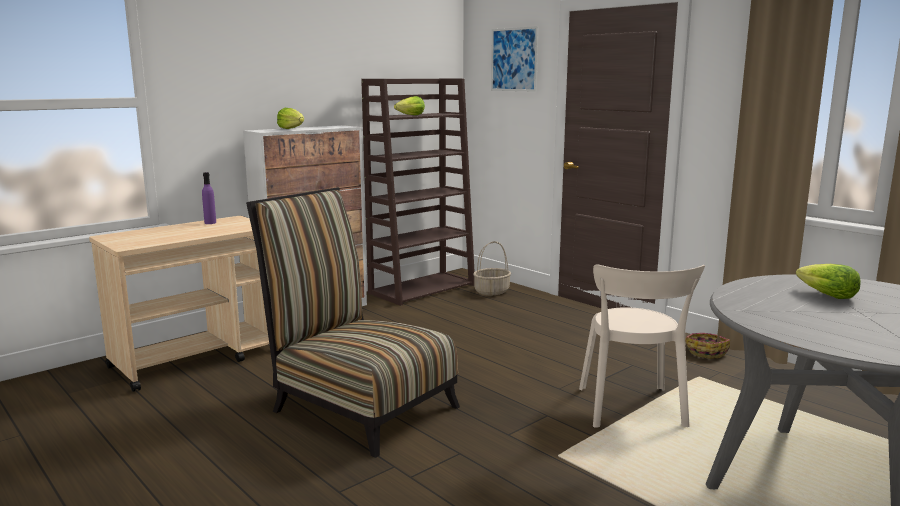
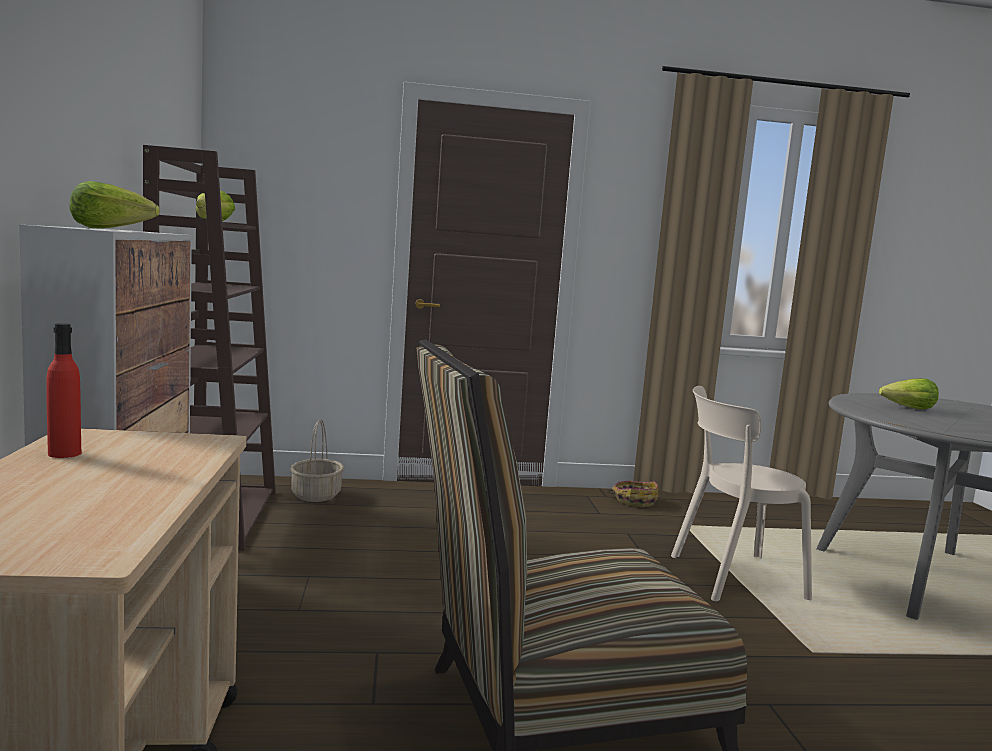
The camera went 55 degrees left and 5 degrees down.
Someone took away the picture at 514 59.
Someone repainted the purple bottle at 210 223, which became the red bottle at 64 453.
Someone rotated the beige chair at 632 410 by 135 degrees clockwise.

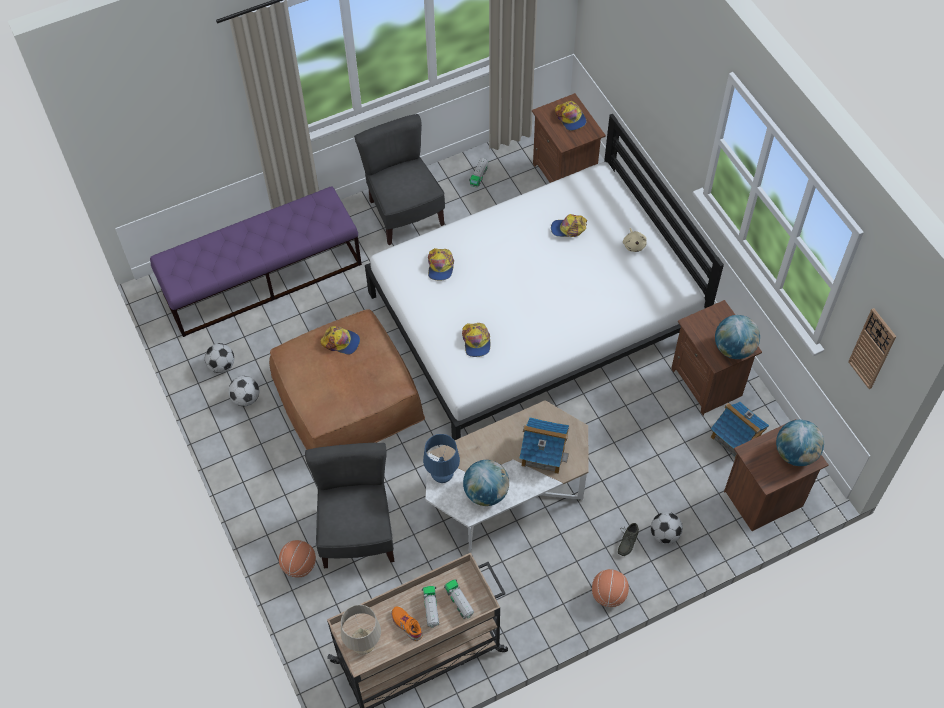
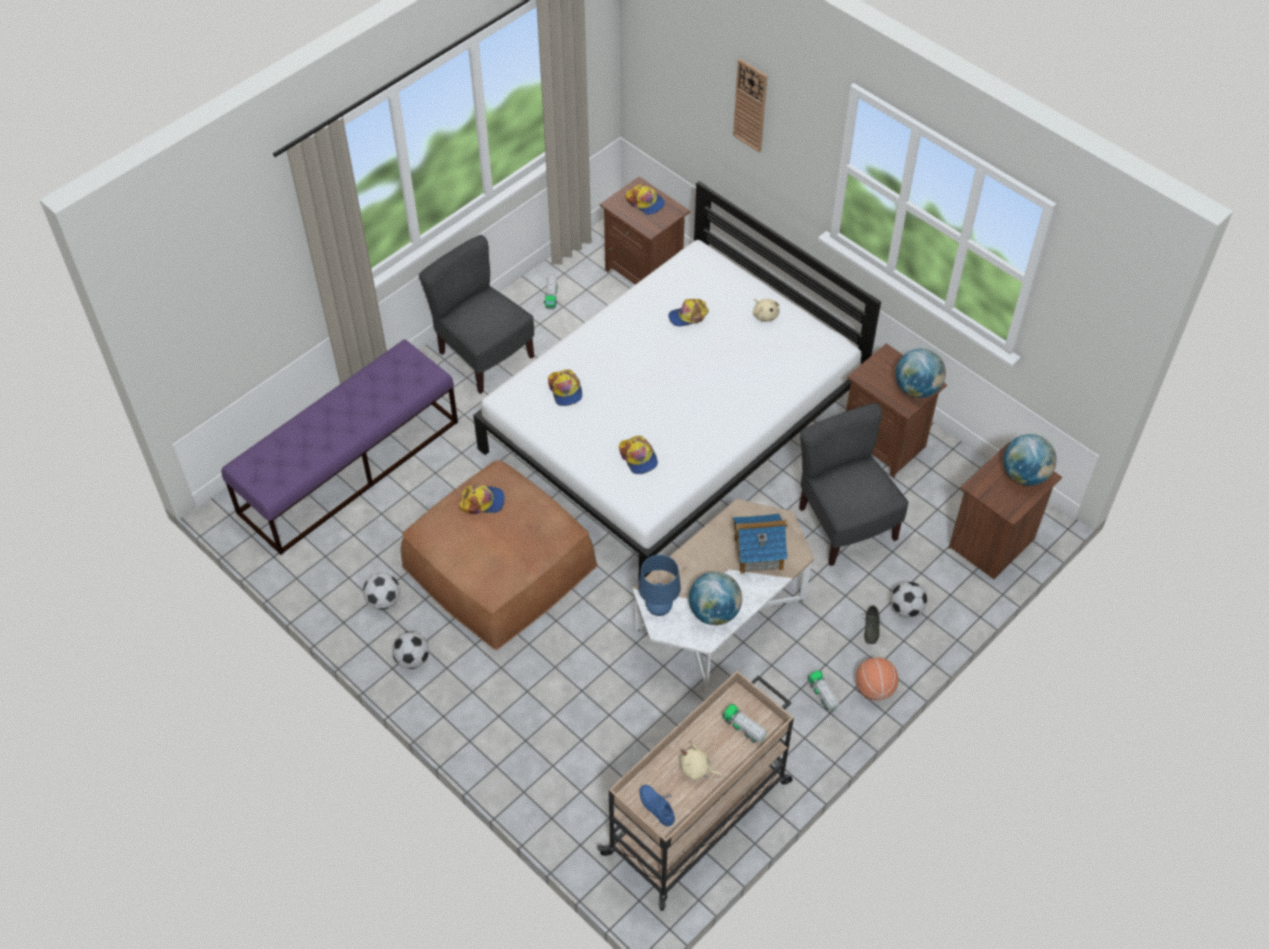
The camera went 20 degrees left and 5 degrees down.
Someone carried the wall clock from 872 349 to 750 105.
Someone carried the football from 221 365 to 412 659.
Someone took away the toy house at 736 438.
Someone carried the grey chair from 357 533 to 845 524.
Someone took away the basketball at 299 566.
Someone carried the toy truck from 431 609 to 823 695.
Someone swapped the beige table lamp at 364 645 for the blue shoe at 658 806.
Someone swapped the orange shoe at 407 624 for the beige plush toy at 696 769.

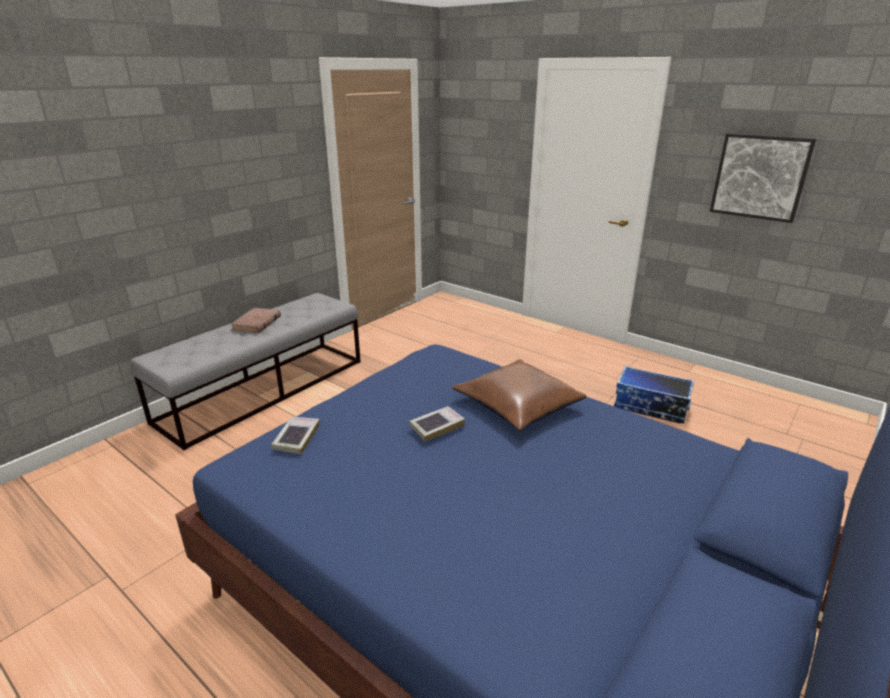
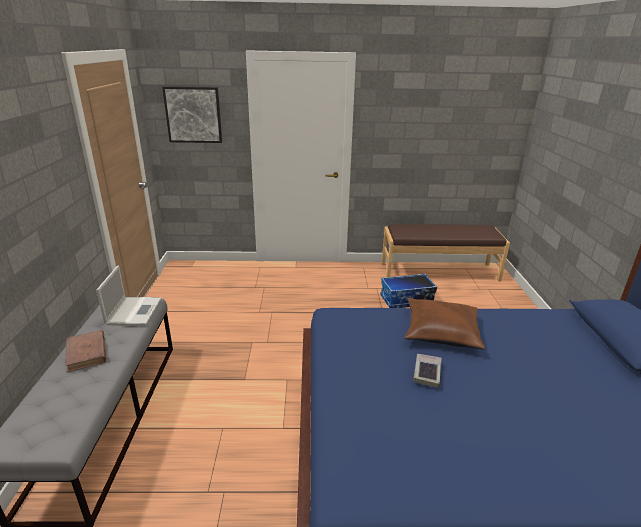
The camera went 40 degrees left and 0 degrees up.
Someone carried the picture from 760 177 to 193 115.
Someone took away the book at 296 438.
Someone put down the brown bench at 439 271.
Someone put down the laptop at 134 311.

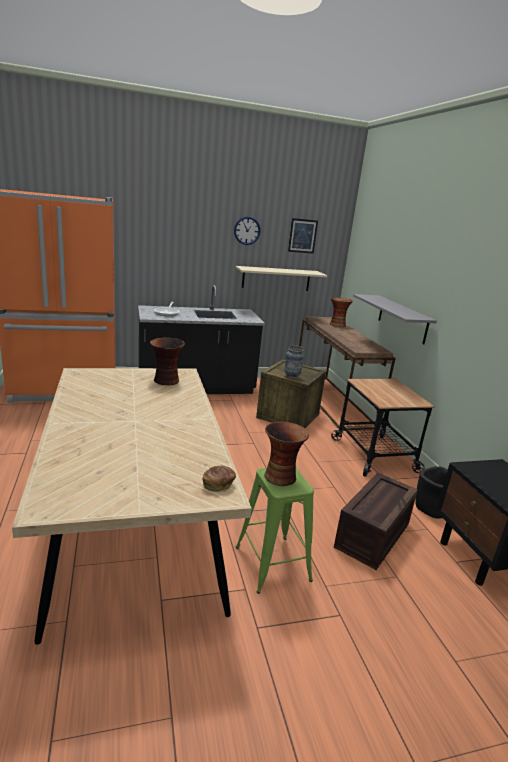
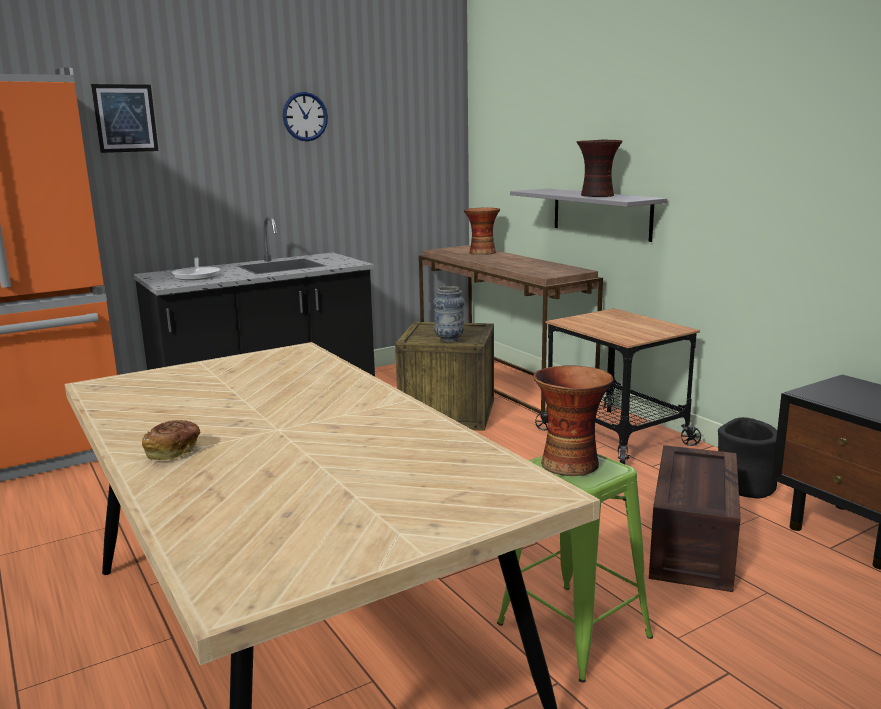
The camera went 15 degrees left and 5 degrees down.
Someone carried the picture from 302 236 to 125 118.
Someone took away the beige shelf at 276 278.
Someone carried the vase from 166 381 to 597 195.
Someone carried the bread from 218 485 to 173 452.

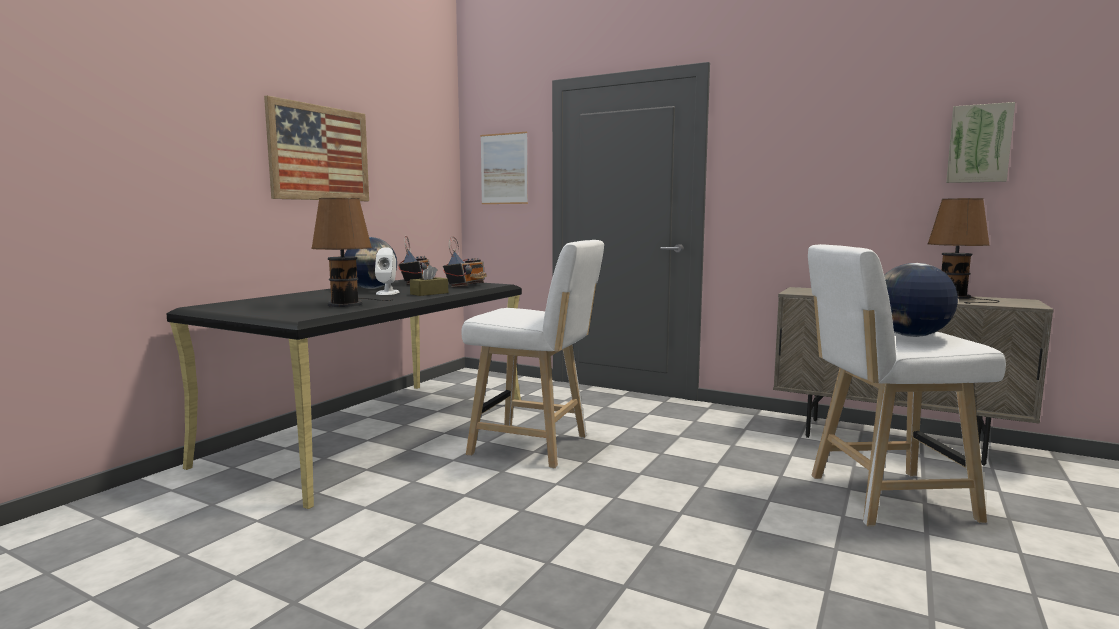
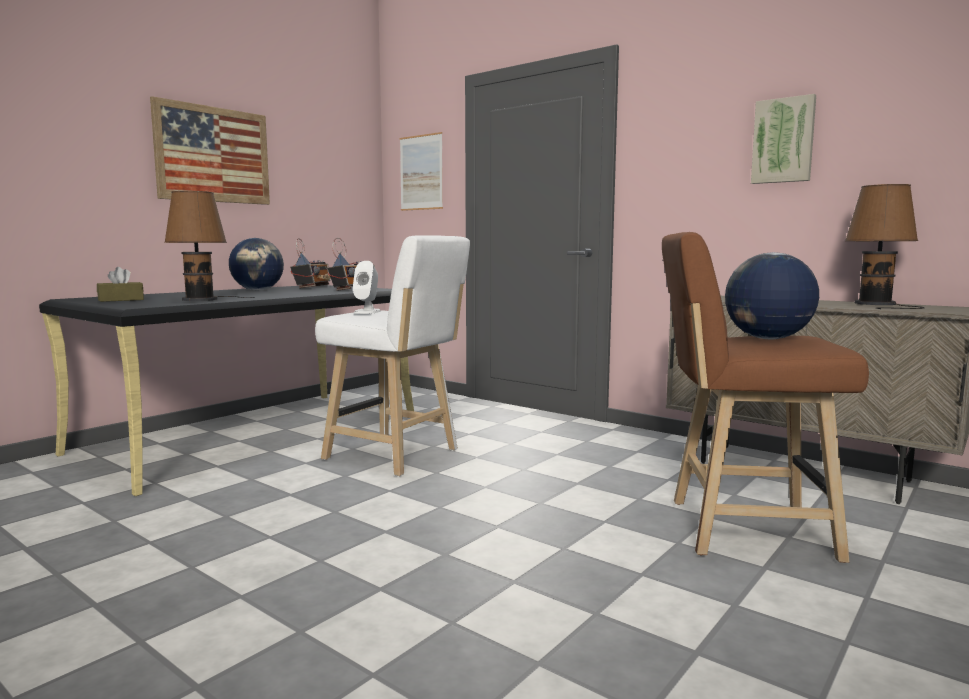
The camera went 10 degrees right and 0 degrees up.
Someone carried the picture from 979 144 to 783 141.
Someone repainted the white stool at 882 498, which became the brown stool at 740 529.
Someone carried the white speaker from 387 293 to 367 311.
Someone carried the brown tissue box from 429 293 to 121 300.

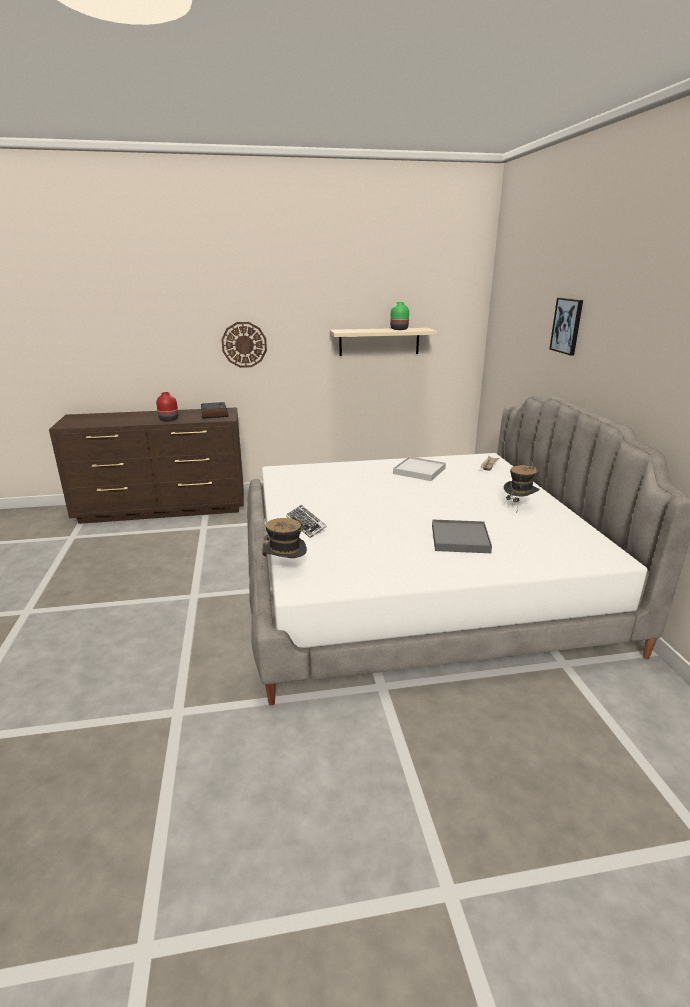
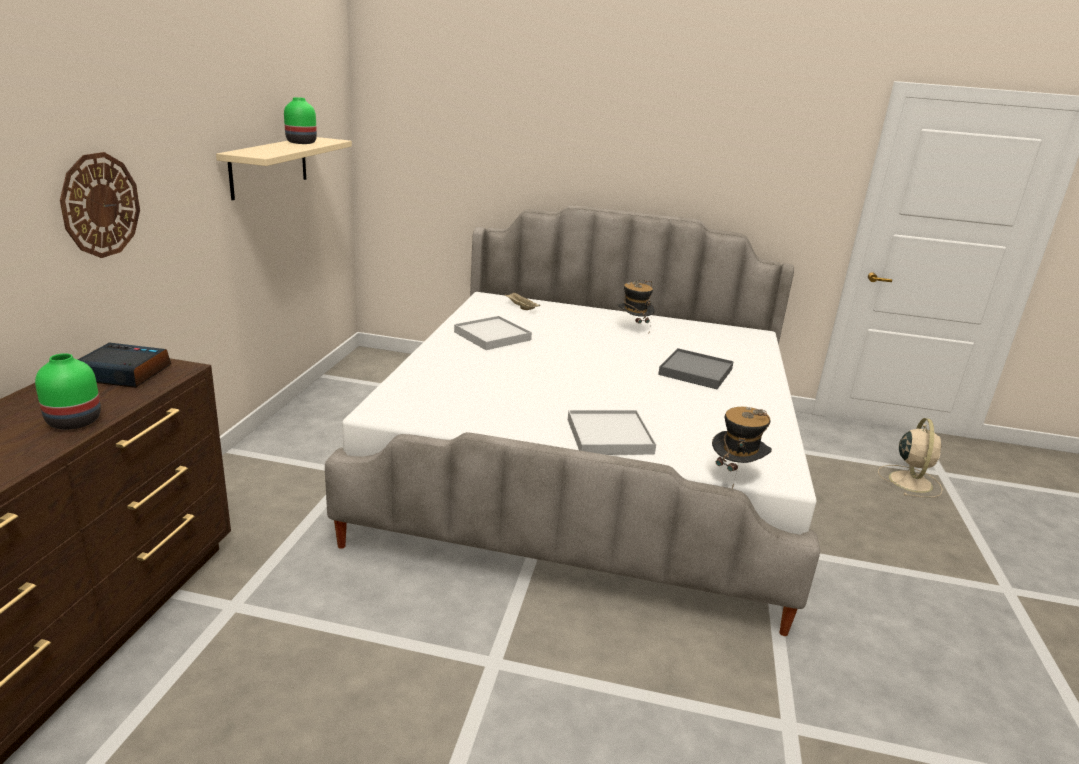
The camera went 70 degrees left and 0 degrees up.
Someone took away the picture at 567 326.
Someone repainted the red vase at 168 420, which became the green vase at 75 421.
Someone swapped the keyboard at 306 524 for the white tray at 609 436.
Someone put down the beige fan at 910 481.

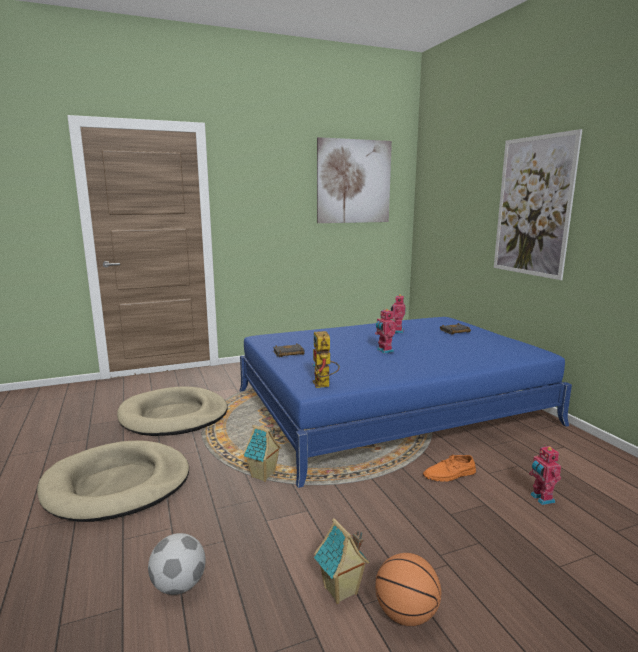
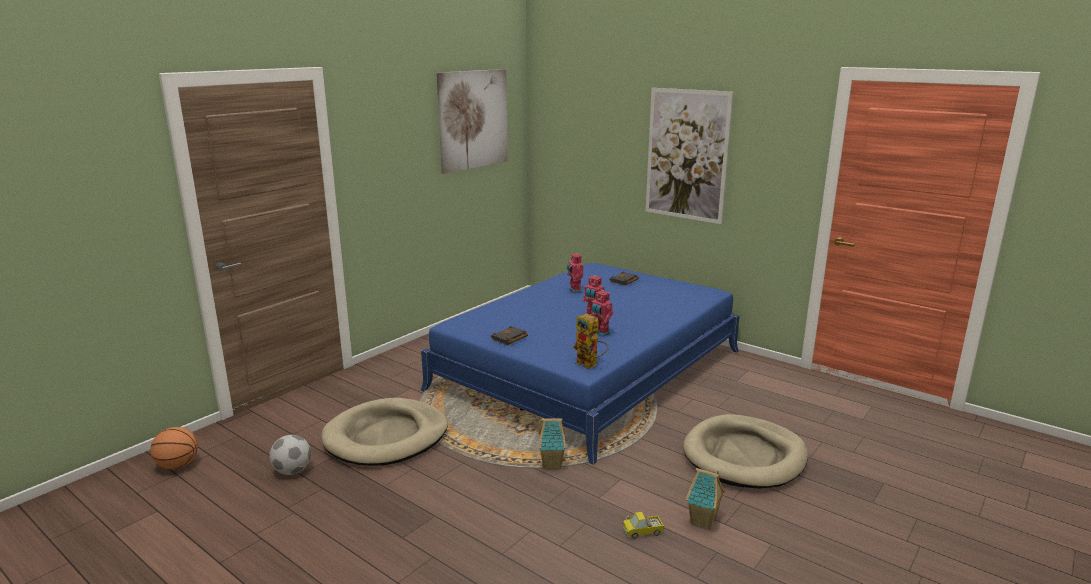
The camera went 30 degrees left and 5 degrees up.
Someone carried the beige dog bed from 117 485 to 744 456.
Someone carried the toy robot from 541 499 to 600 333.
Someone took away the orange shoe at 449 474.
Someone carried the football from 179 585 to 292 471.
Someone carried the basketball from 406 614 to 178 466.
Someone put down the toy truck at 642 532.

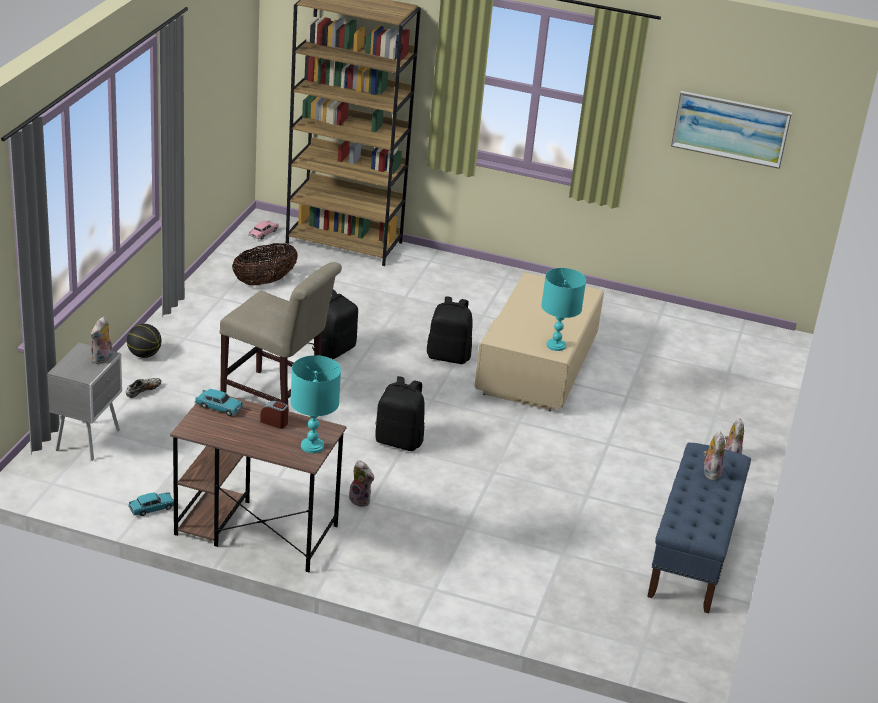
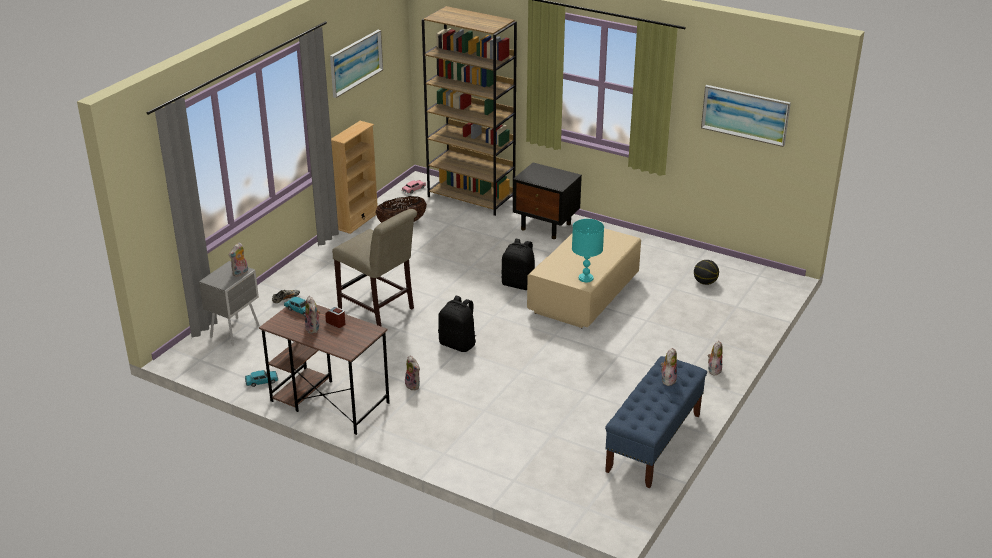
The camera went 15 degrees right and 0 degrees up.
Someone took away the black backpack at 333 350.
Someone carried the basketball from 144 355 to 705 282.
Someone took away the turquoise table lamp at 312 446.
Someone put up the picture at 355 62.
Someone put down the beige bookcase at 358 221.
Someone put down the black nightstand at 546 227.
Someone put down the plush toy at 314 329.

